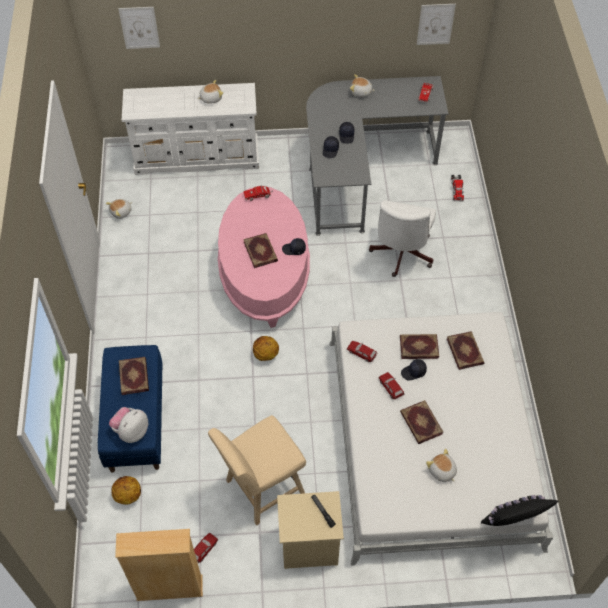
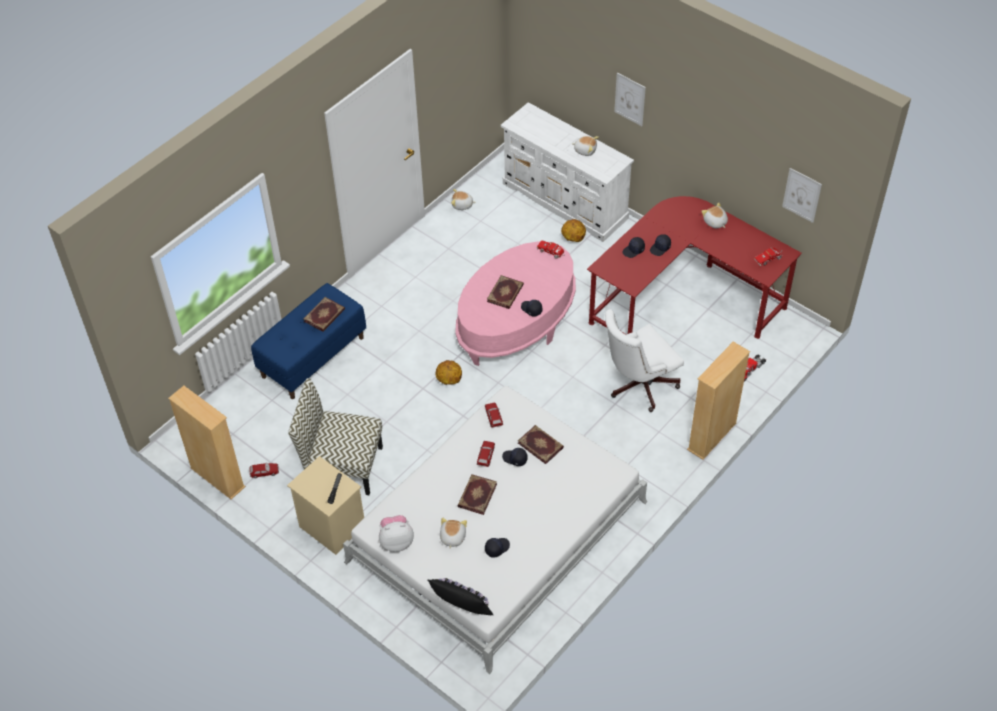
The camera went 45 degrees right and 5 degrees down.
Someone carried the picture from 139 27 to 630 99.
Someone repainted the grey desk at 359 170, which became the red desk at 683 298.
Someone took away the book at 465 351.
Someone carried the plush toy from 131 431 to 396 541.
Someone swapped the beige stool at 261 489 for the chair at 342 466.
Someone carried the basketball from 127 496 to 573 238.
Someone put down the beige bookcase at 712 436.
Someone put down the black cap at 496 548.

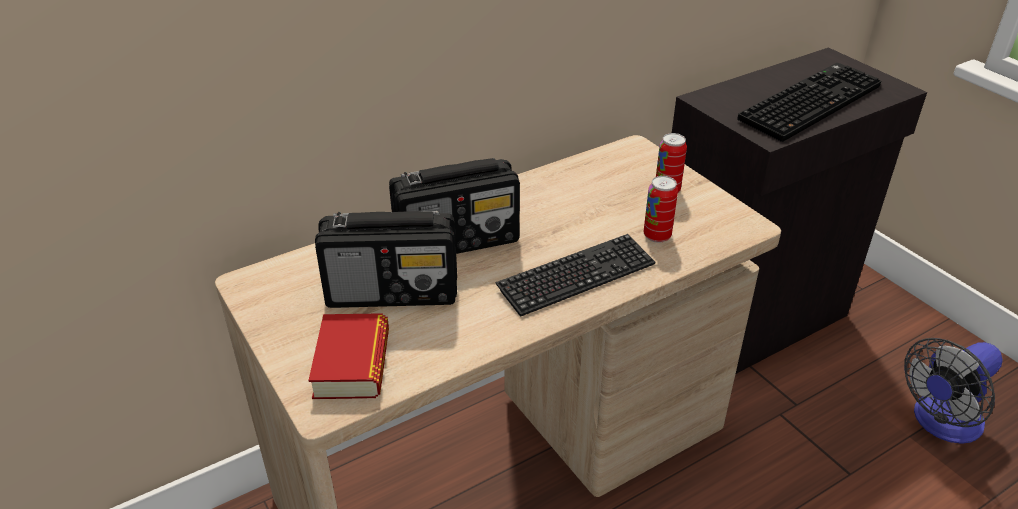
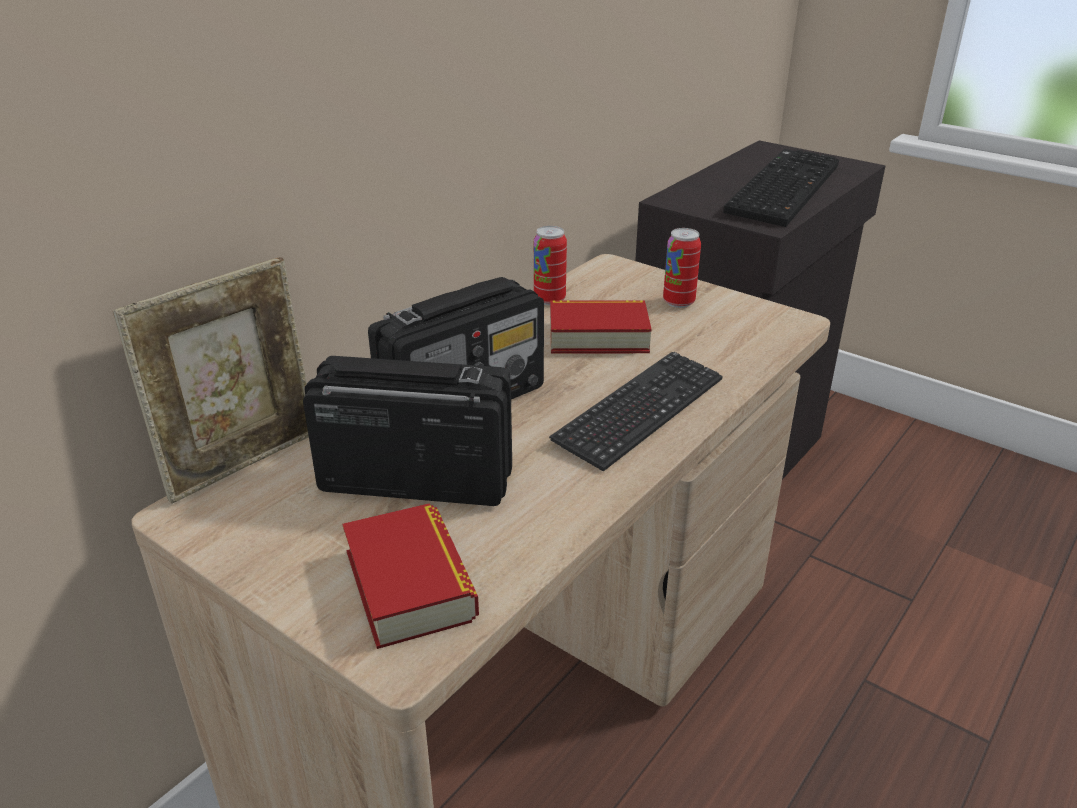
The camera went 20 degrees left and 5 degrees down.
Someone carried the can from 657 236 to 549 300.
Someone rotated the radio at 393 292 by 150 degrees counterclockwise.
Someone took away the fan at 940 423.
Someone put down the picture frame at 244 462.
Someone put down the book at 598 336.

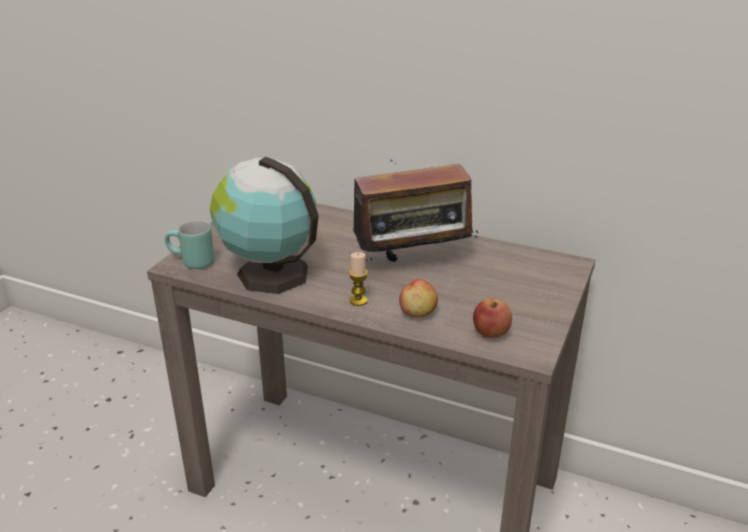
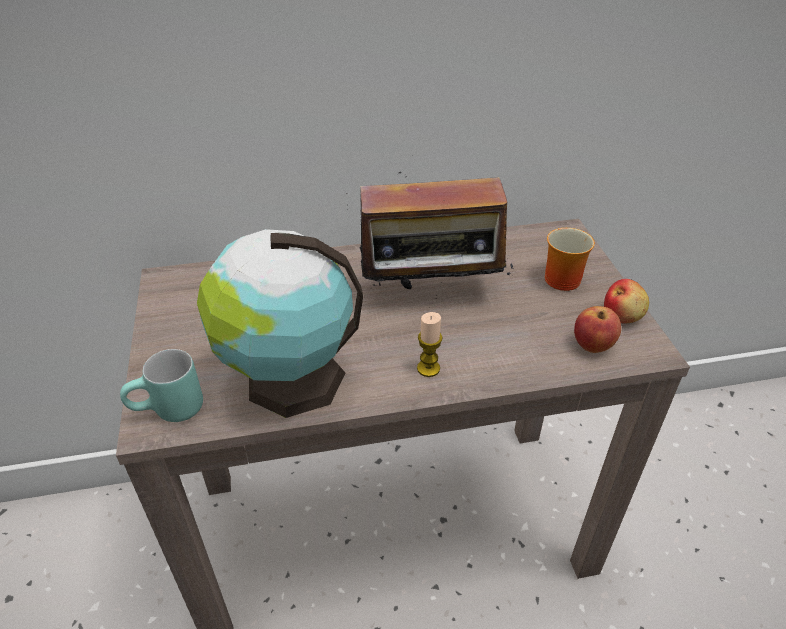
The camera went 35 degrees left and 10 degrees up.
Someone rotated the radio at 413 263 by 45 degrees clockwise.
Someone carried the apple from 418 312 to 622 315.
Someone put down the mug at 561 276.

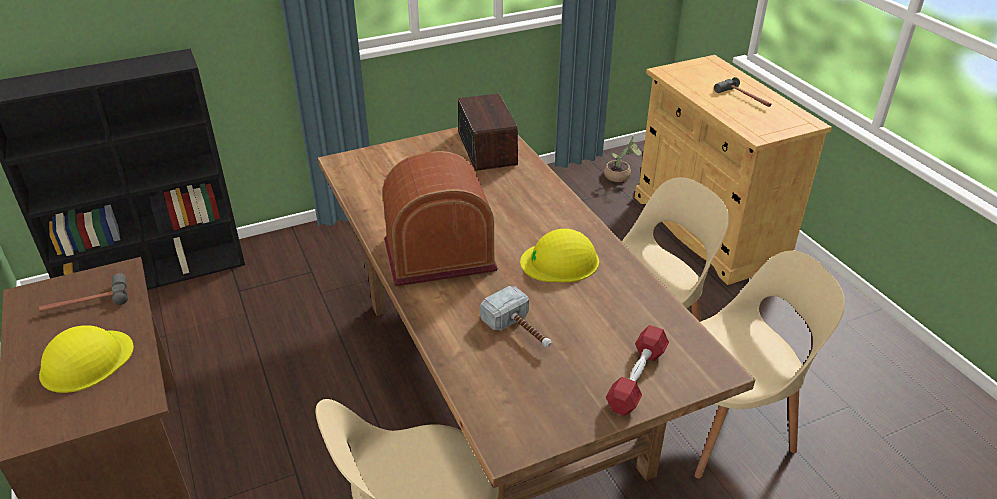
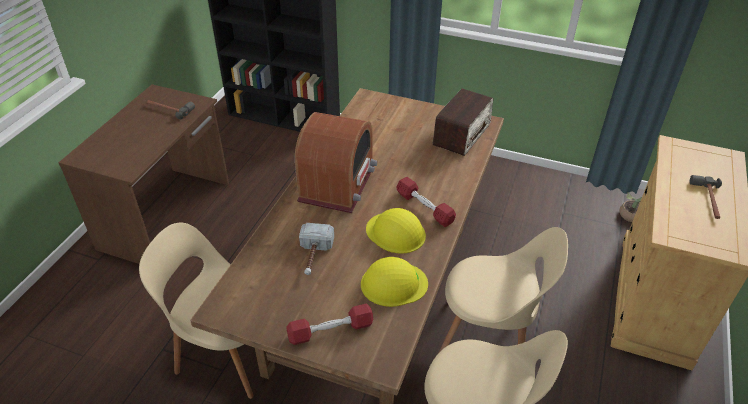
The camera went 45 degrees right and 5 degrees up.
Someone rotated the radio at 439 254 by 75 degrees clockwise.
Someone carried the yellow hard hat from 86 361 to 393 284.
Someone put down the red dumbbell at 425 208.

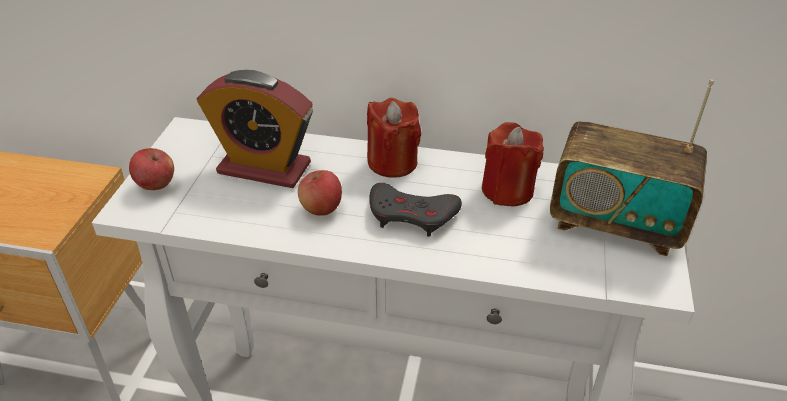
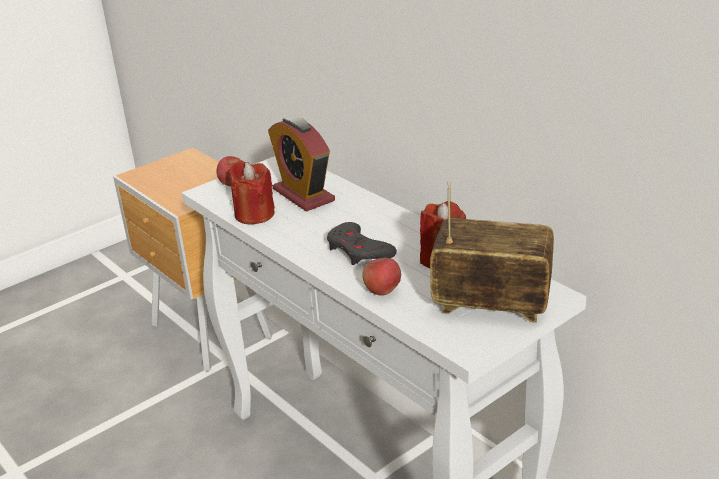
The camera went 40 degrees right and 10 degrees down.
Someone rotated the radio at 615 223 by 135 degrees clockwise.
Someone carried the red candle from 392 162 to 254 214.
Someone carried the apple from 321 208 to 382 290.

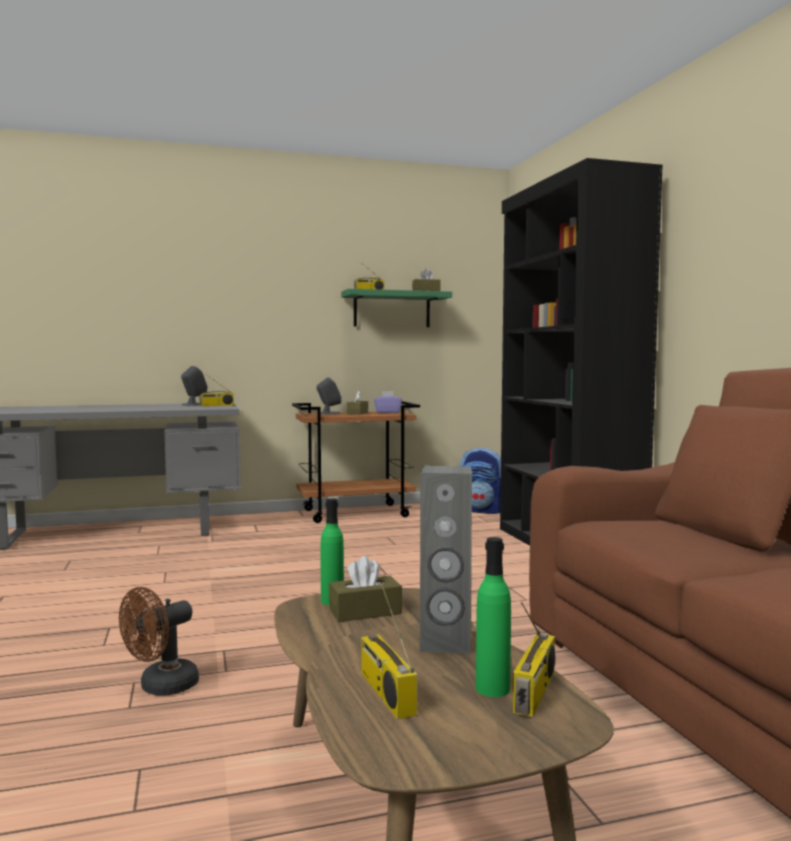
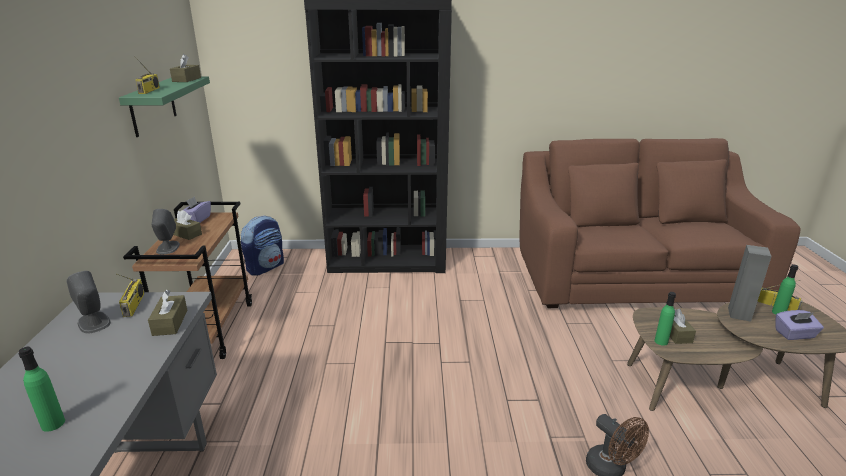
The camera went 75 degrees left and 20 degrees up.
Someone swapped the radio at 385 692 for the purple tissue box at 795 334.
Someone put down the brown tissue box at 170 322.
Someone put down the green bottle at 53 423.

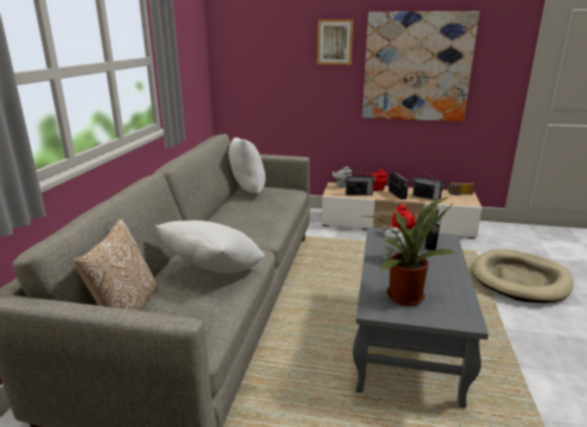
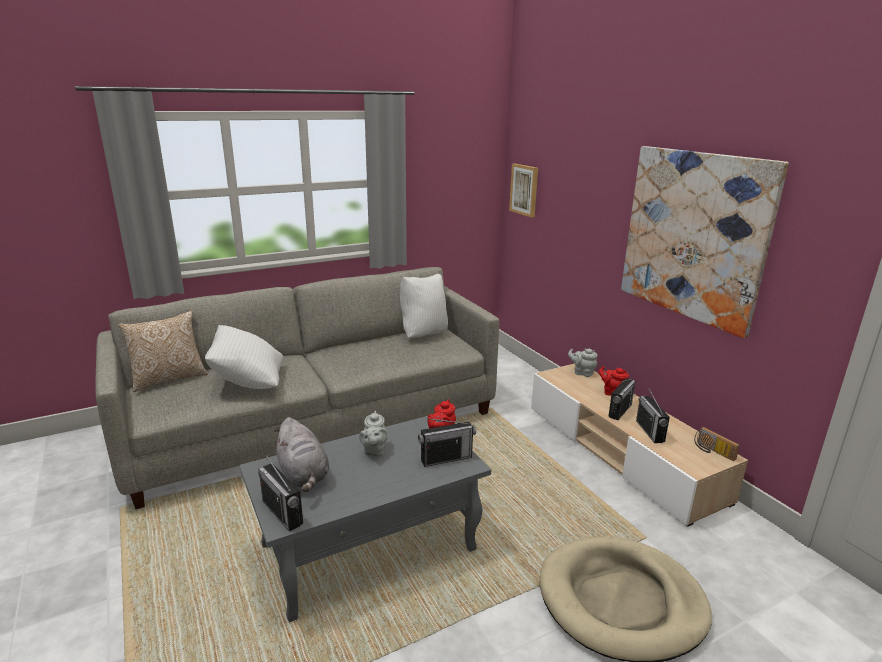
The camera went 50 degrees right and 0 degrees up.
Someone carried the picture from 335 42 to 524 190.
Someone carried the radio from 359 194 to 282 513.
Someone swapped the potted plant at 404 294 for the grey plush toy at 303 475.

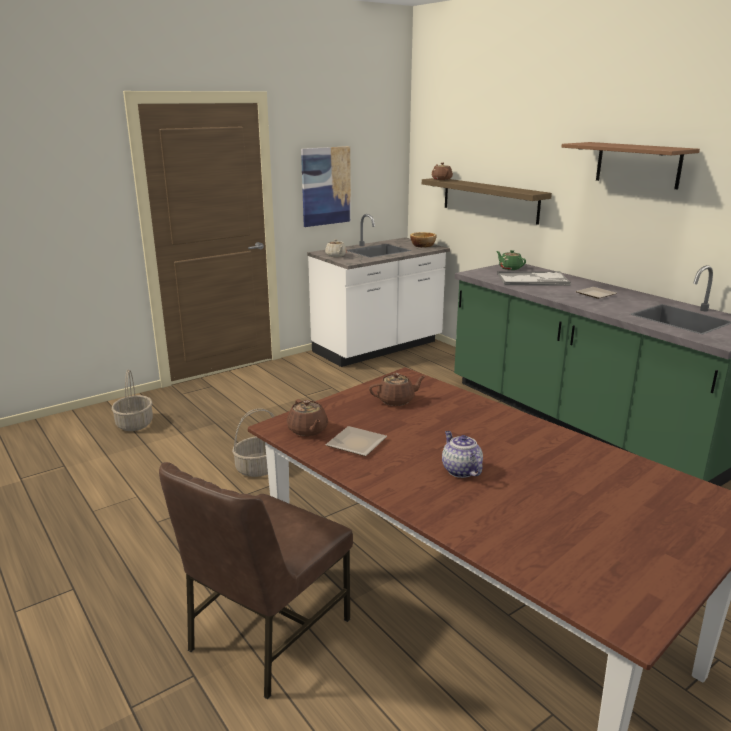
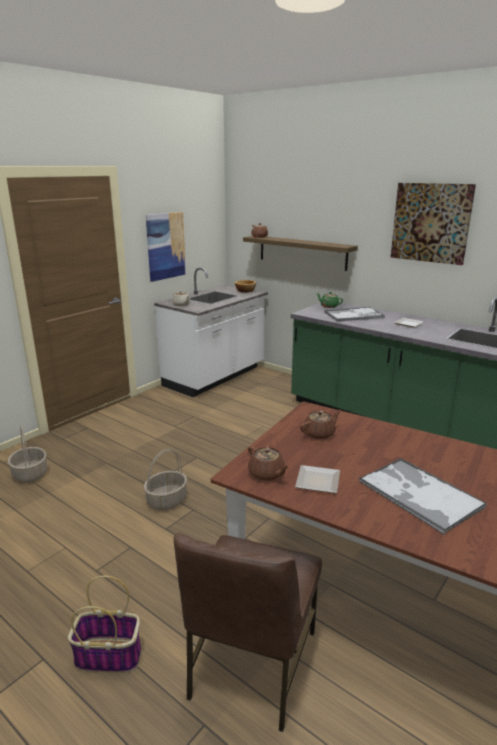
The camera went 15 degrees left and 0 degrees up.
Someone swapped the brown shelf at 638 165 for the picture at 431 223.
Someone swapped the teapot at 460 470 for the tray at 418 494.
Someone put down the basket at 109 655.

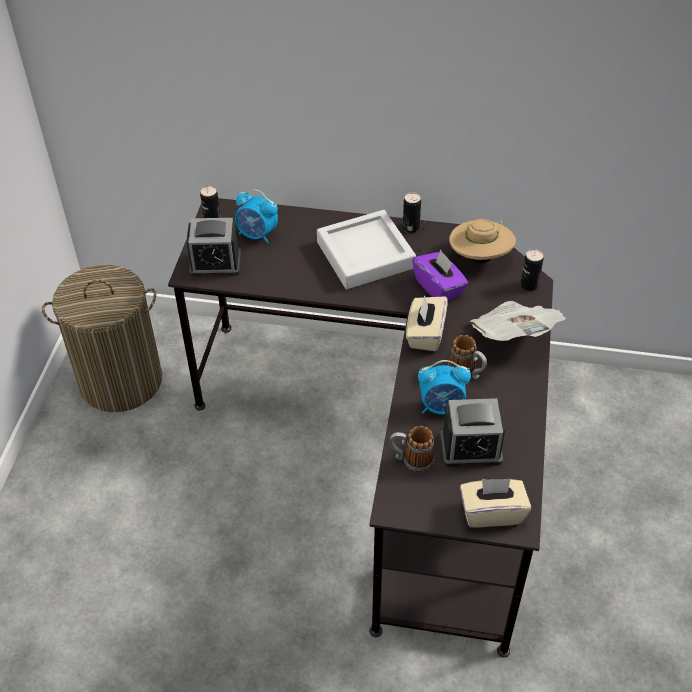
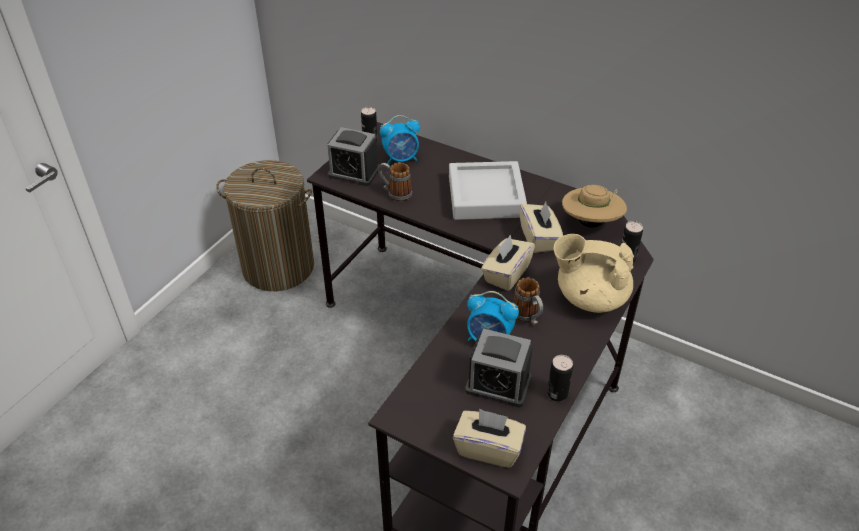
The camera went 20 degrees right and 5 degrees down.
Someone rotated the alarm clock at 257 235 by 60 degrees counterclockwise.
Someone carried the can from 411 228 to 557 393.
Someone repainted the purple tissue box at 439 288, which became the beige tissue box at 539 239.
Someone swapped the newspaper at 513 336 for the beige teapot at 589 297.
Someone carried the mug from 411 460 to 395 193.

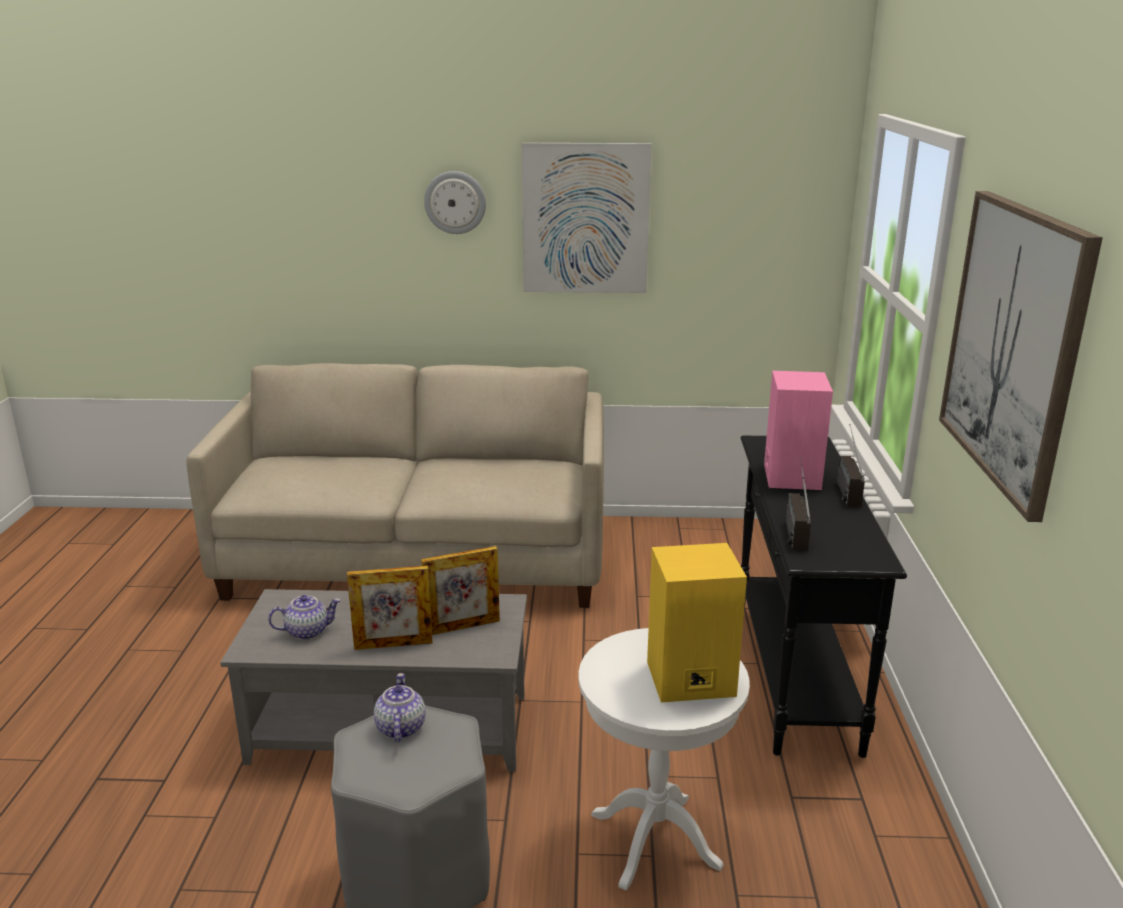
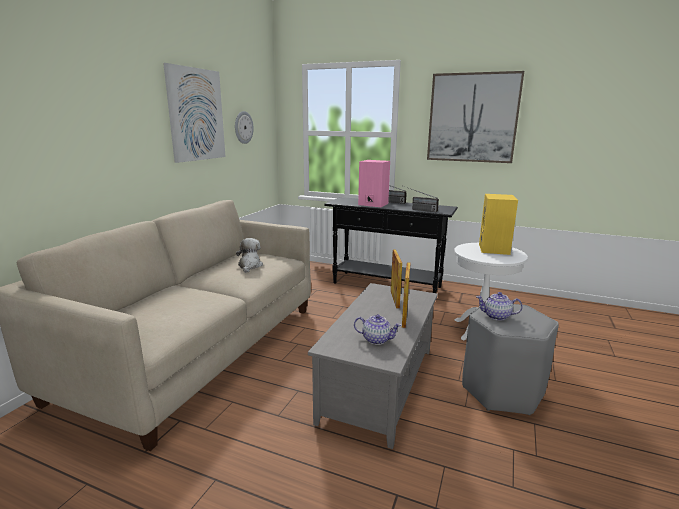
The camera went 70 degrees left and 5 degrees down.
Someone carried the wall clock from 455 202 to 243 127.
Someone rotated the teapot at 307 631 by 105 degrees clockwise.
Someone put down the plush toy at 249 266.

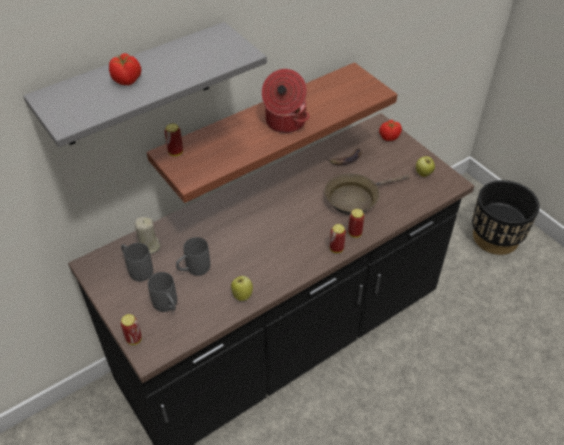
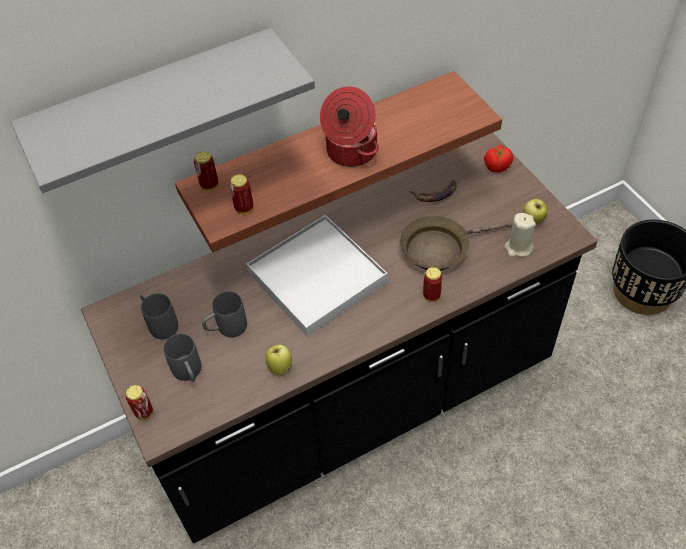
The camera went 10 degrees right and 5 degrees up.
Someone took away the tomato at 127 80.
Someone carried the beige candle from 148 246 to 518 247.
Someone carried the can from 336 249 to 244 208.
Someone put down the white tray at 316 277.

